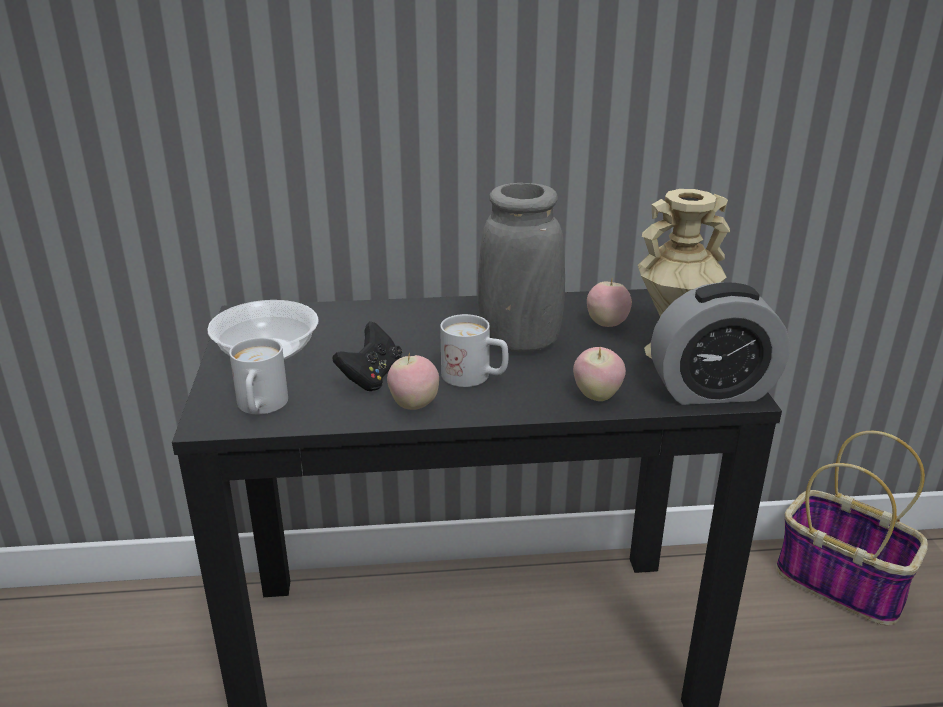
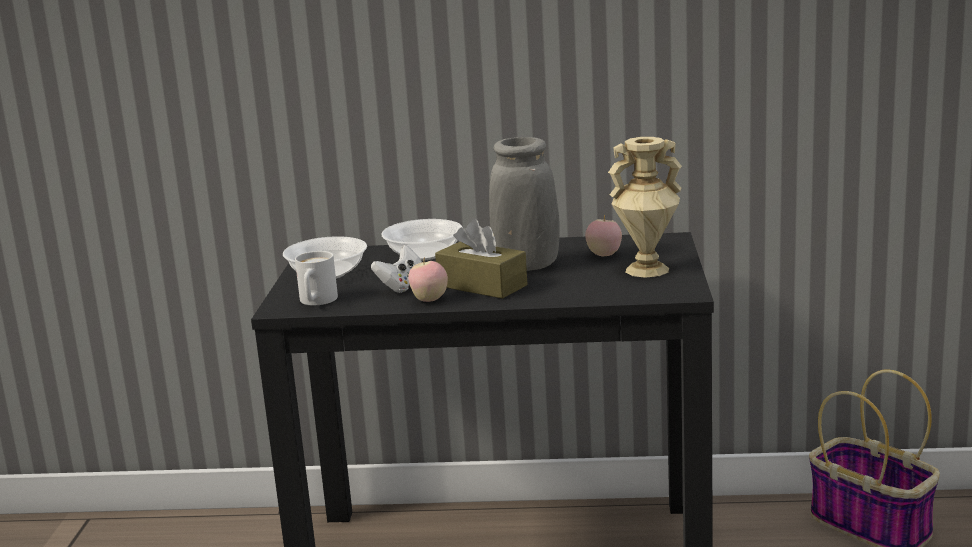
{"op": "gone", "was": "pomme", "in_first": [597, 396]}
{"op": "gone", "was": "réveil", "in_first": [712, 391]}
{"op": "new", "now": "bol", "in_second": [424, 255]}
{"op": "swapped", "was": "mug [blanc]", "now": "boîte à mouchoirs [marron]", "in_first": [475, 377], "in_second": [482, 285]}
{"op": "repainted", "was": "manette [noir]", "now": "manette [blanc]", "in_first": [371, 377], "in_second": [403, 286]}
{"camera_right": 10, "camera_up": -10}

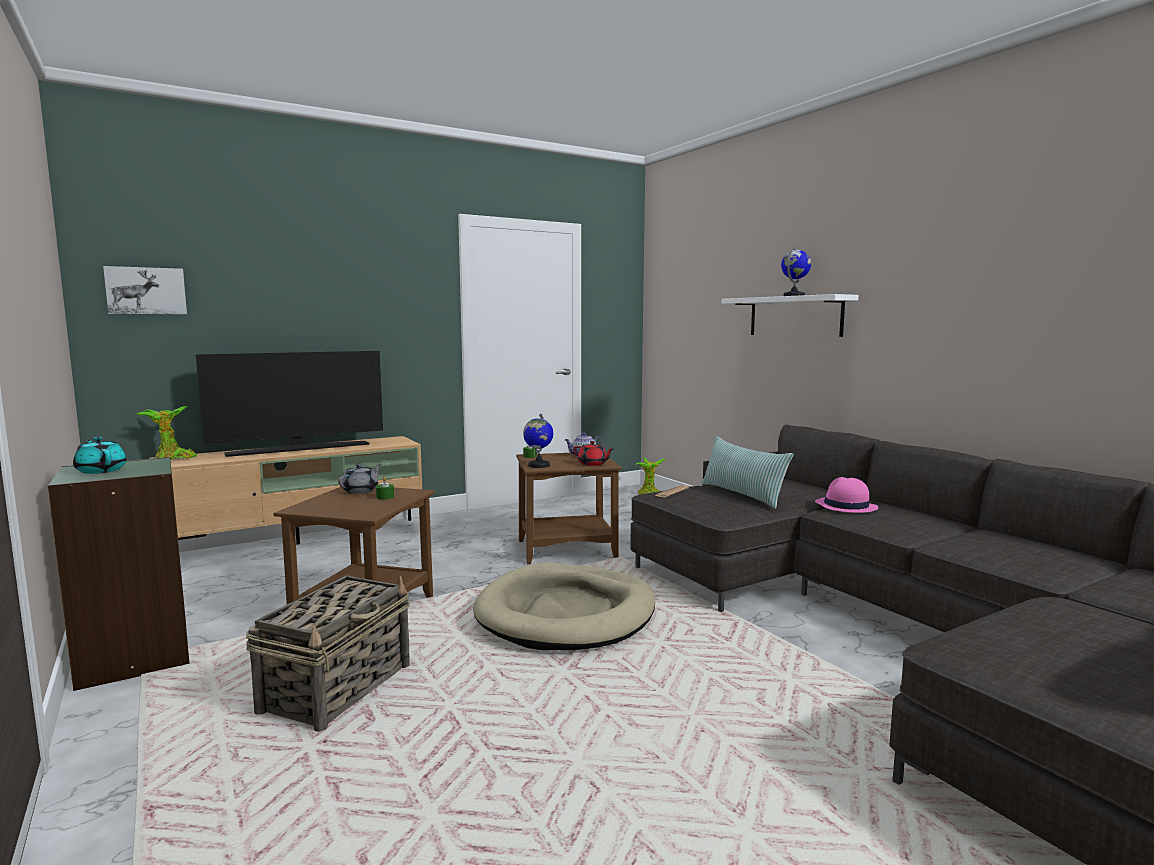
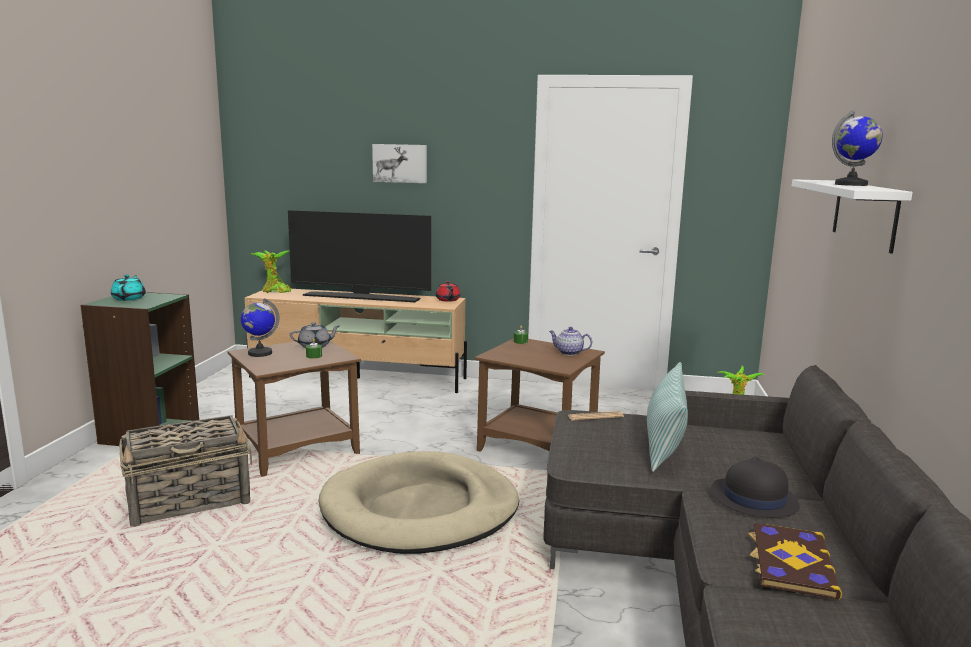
{"op": "new", "now": "livre", "in_second": [790, 562]}
{"op": "shifted", "was": "tableau", "in_first": [146, 291], "in_second": [400, 163]}
{"op": "shifted", "was": "globe", "in_first": [538, 465], "in_second": [259, 353]}
{"op": "shifted", "was": "théière [rouge]", "in_first": [593, 464], "in_second": [447, 300]}
{"op": "repainted", "was": "chapeau [rose]", "now": "chapeau [noir]", "in_first": [845, 506], "in_second": [753, 499]}
{"camera_right": 40, "camera_up": 5}

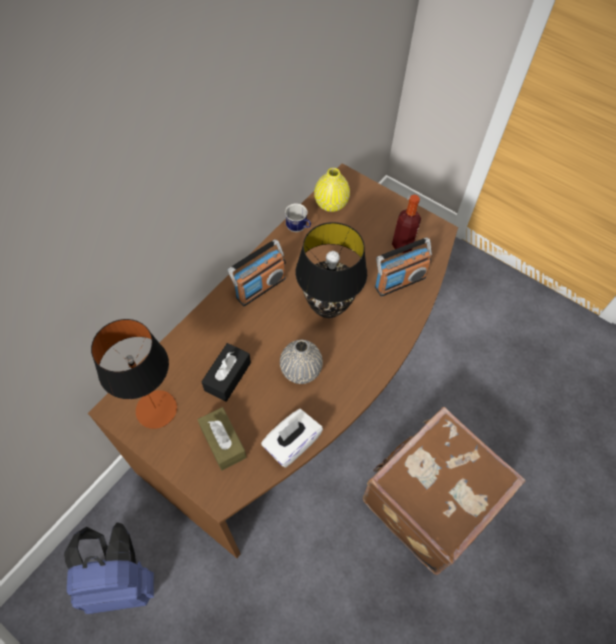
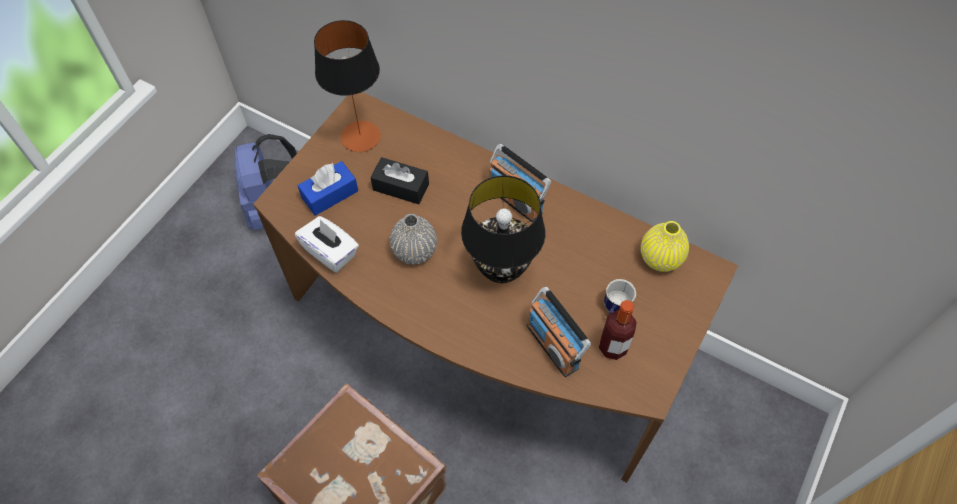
{"op": "shifted", "was": "mug", "in_first": [298, 228], "in_second": [614, 309]}
{"op": "repainted", "was": "boîte à mouchoirs [marron]", "now": "boîte à mouchoirs [bleu]", "in_first": [223, 442], "in_second": [330, 194]}
{"camera_right": 85, "camera_up": 0}

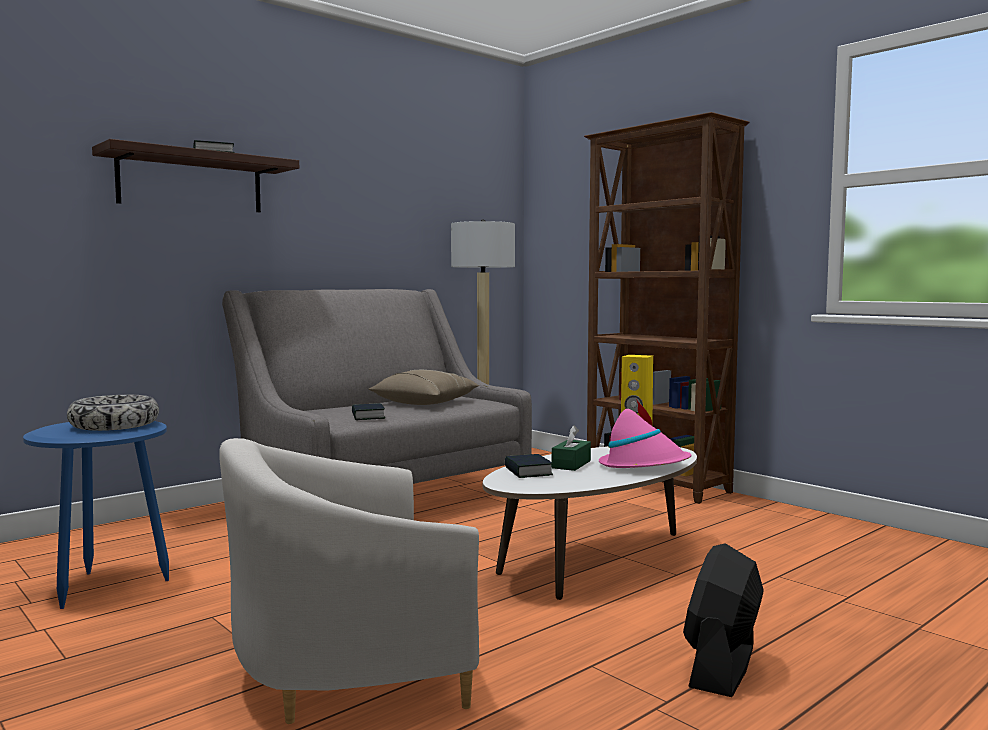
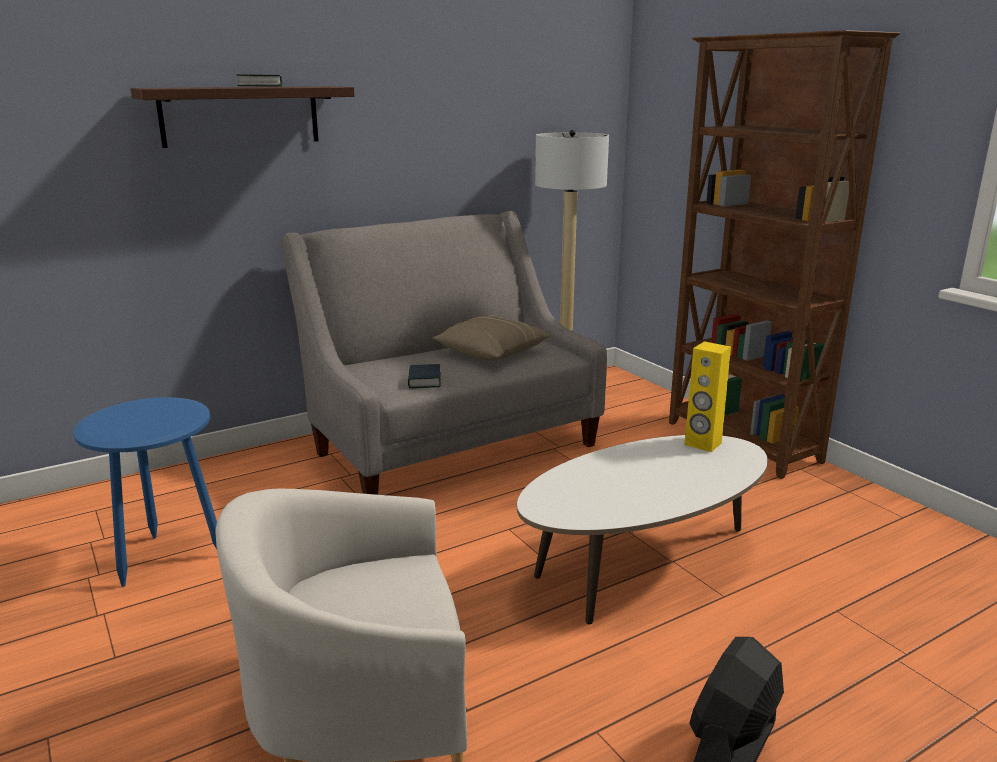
{"op": "gone", "was": "bol", "in_first": [114, 425]}
{"op": "gone", "was": "livre", "in_first": [528, 472]}
{"op": "gone", "was": "boîte à mouchoirs [vert]", "in_first": [571, 464]}
{"op": "gone", "was": "chapeau [rose]", "in_first": [643, 466]}
{"camera_right": 10, "camera_up": 15}

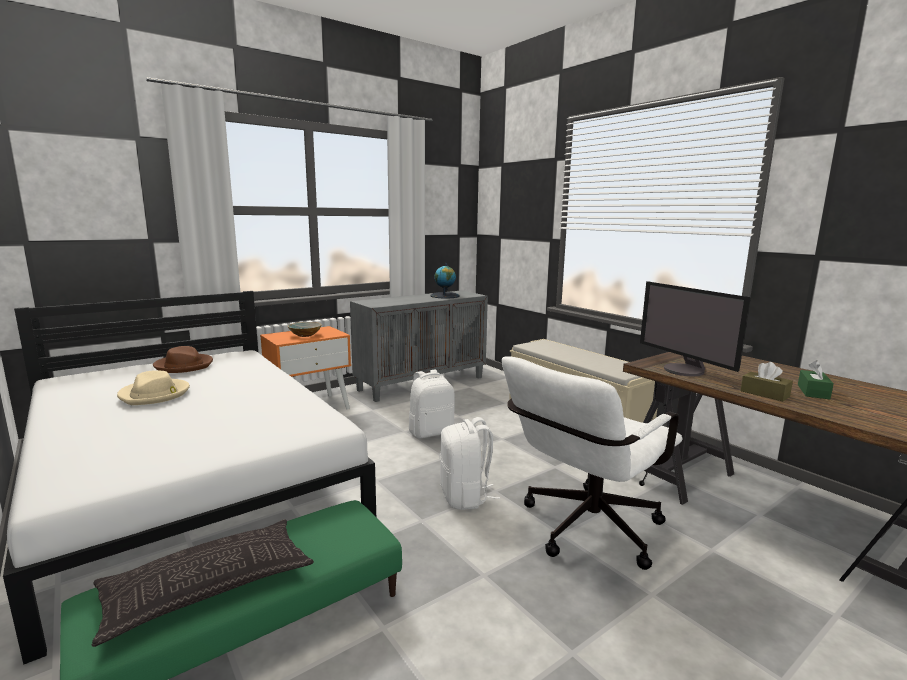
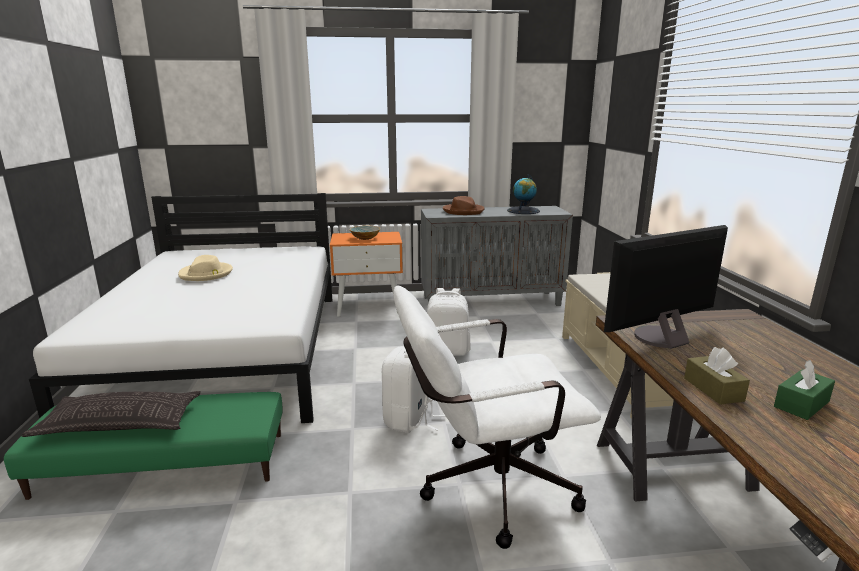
{"op": "shifted", "was": "chapeau [marron]", "in_first": [184, 365], "in_second": [463, 211]}
{"op": "rotated", "was": "écran d'ordinateur", "in_first": [685, 370], "in_second": [660, 338], "clockwise": 60}
{"camera_right": 30, "camera_up": 5}

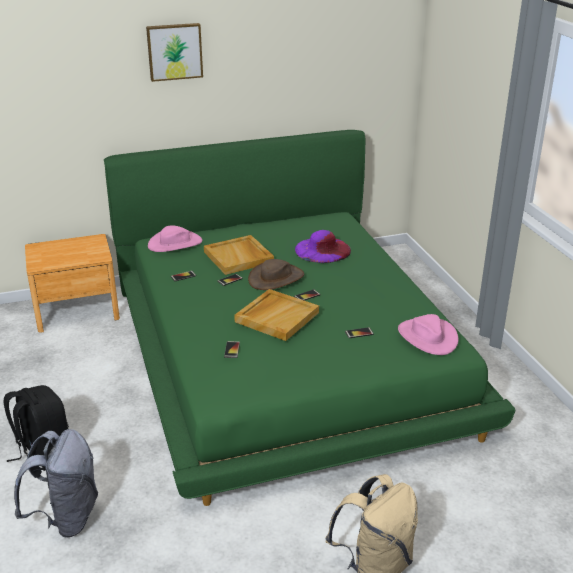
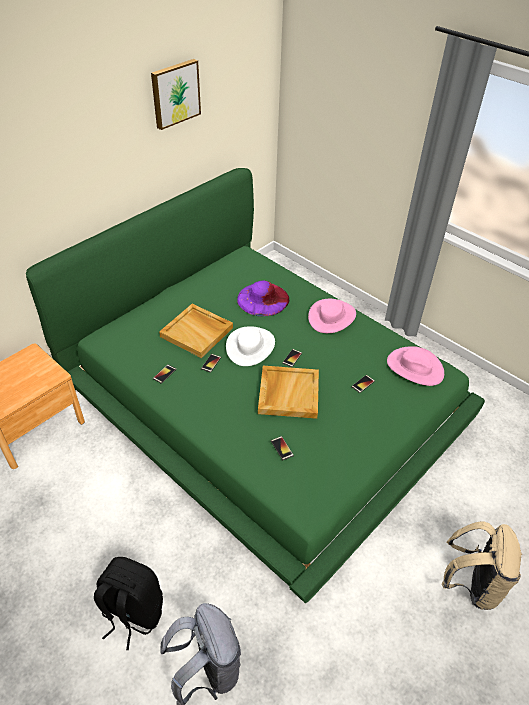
{"op": "shifted", "was": "tableau", "in_first": [174, 51], "in_second": [175, 93]}
{"op": "shifted", "was": "chapeau [rose]", "in_first": [175, 243], "in_second": [332, 317]}
{"op": "repainted", "was": "chapeau [marron]", "now": "chapeau [blanc]", "in_first": [276, 278], "in_second": [250, 346]}
{"camera_right": -30, "camera_up": 15}

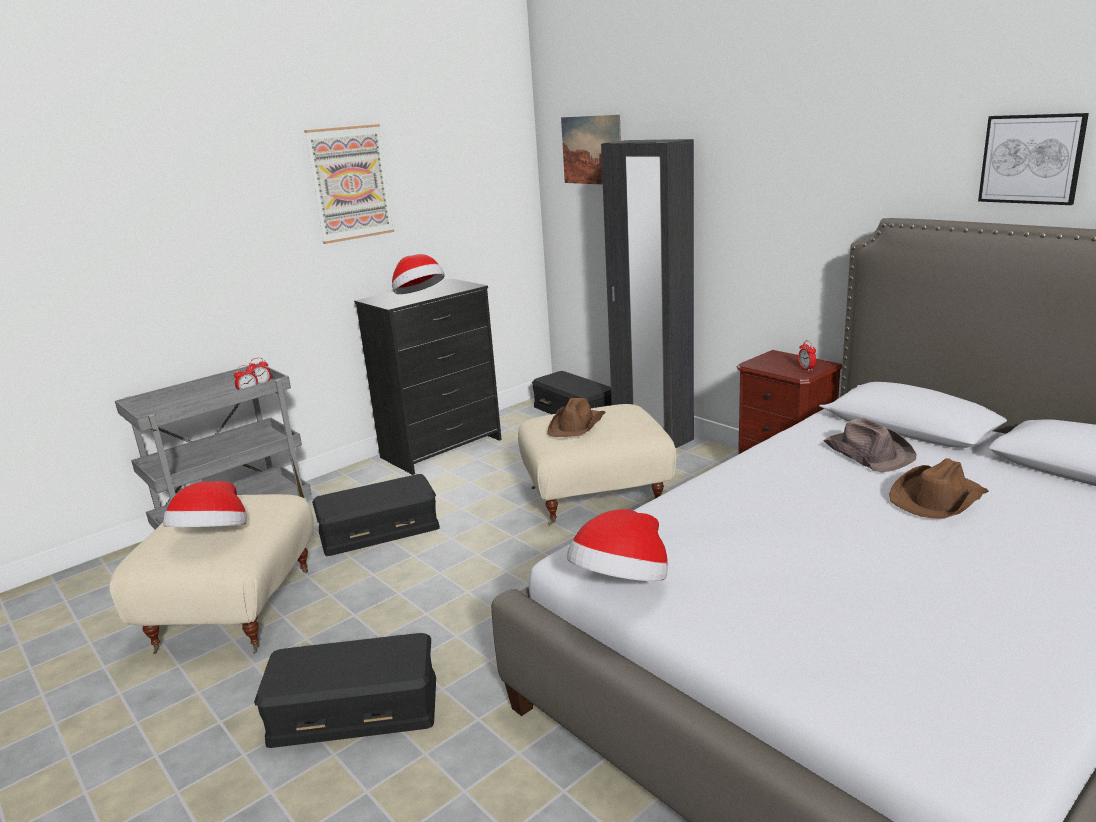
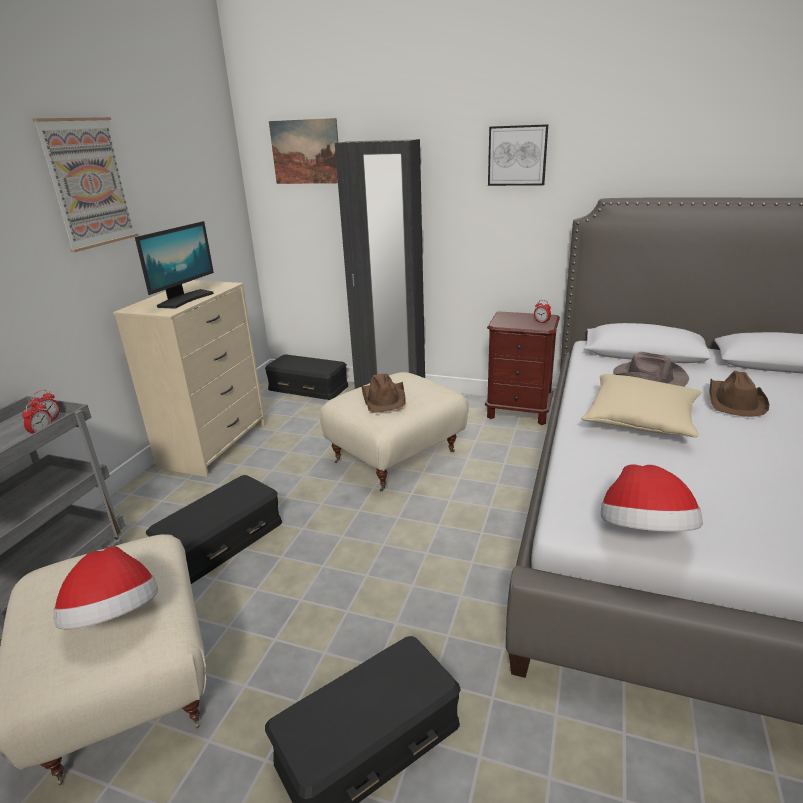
{"op": "new", "now": "coussin [beige]", "in_second": [640, 420]}
{"op": "shifted", "was": "tableau", "in_first": [1031, 159], "in_second": [517, 155]}
{"op": "swapped", "was": "chapeau", "now": "écran d'ordinateur", "in_first": [419, 296], "in_second": [185, 299]}
{"op": "repainted", "was": "commode [noir]", "now": "commode [beige]", "in_first": [442, 449], "in_second": [215, 445]}
{"camera_right": -30, "camera_up": 5}

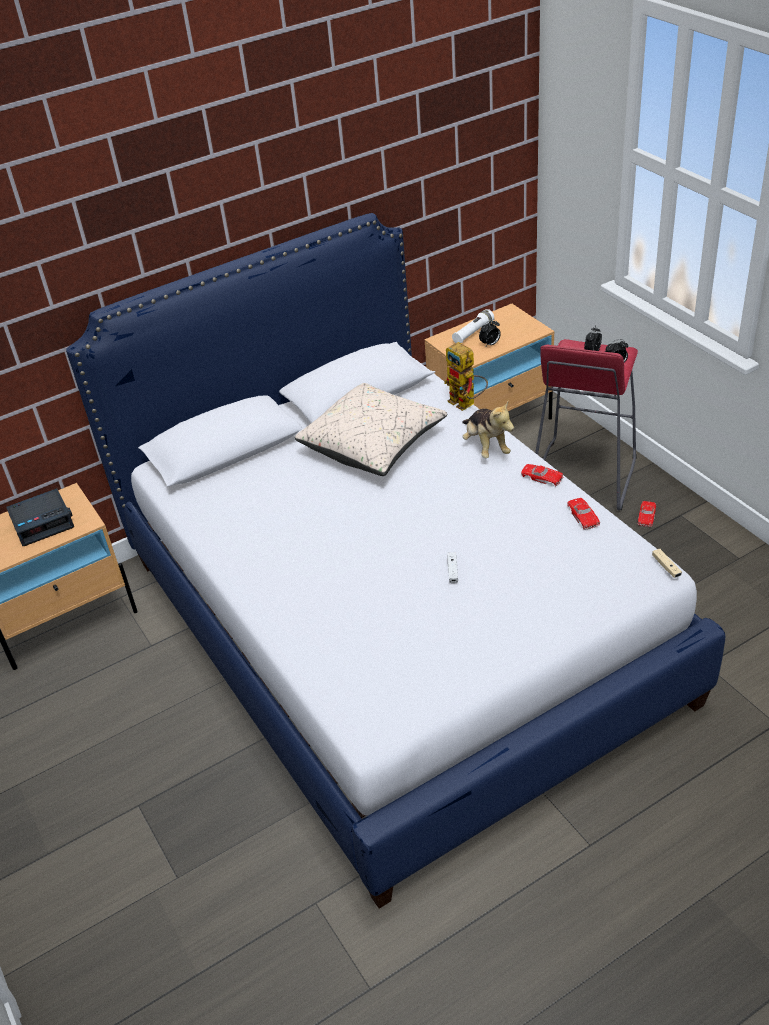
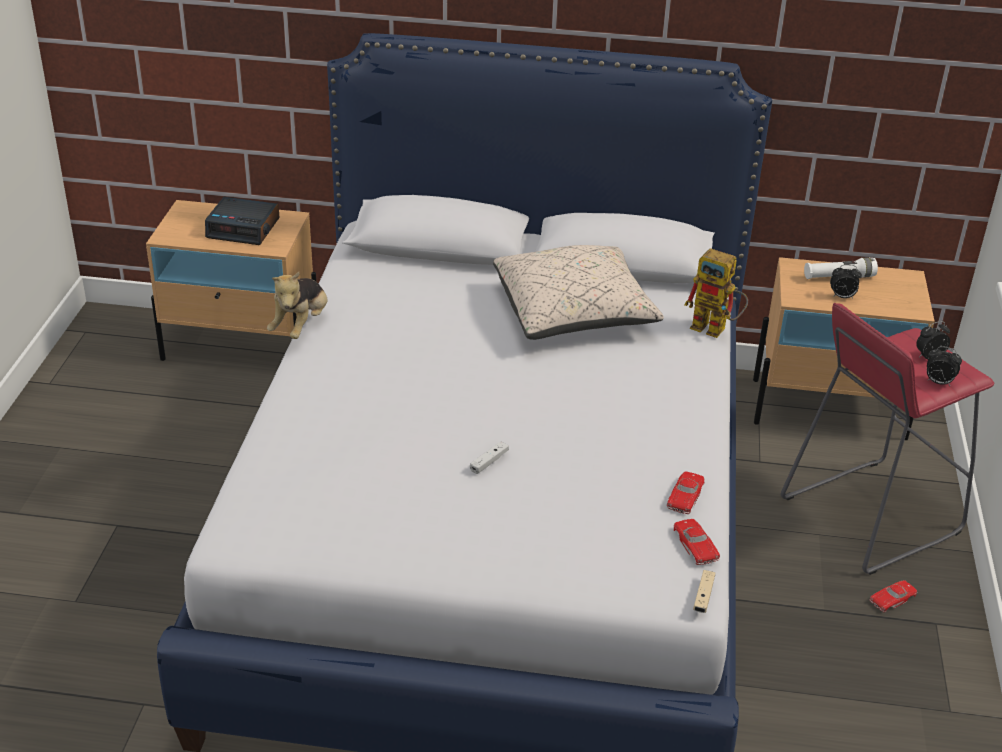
{"op": "shifted", "was": "peluche", "in_first": [486, 446], "in_second": [301, 325]}
{"op": "shifted", "was": "petite voiture [rouge]", "in_first": [542, 477], "in_second": [695, 545]}
{"op": "rotated", "was": "robot jouet", "in_first": [467, 404], "in_second": [716, 329], "clockwise": -60}
{"camera_right": 35, "camera_up": -5}

